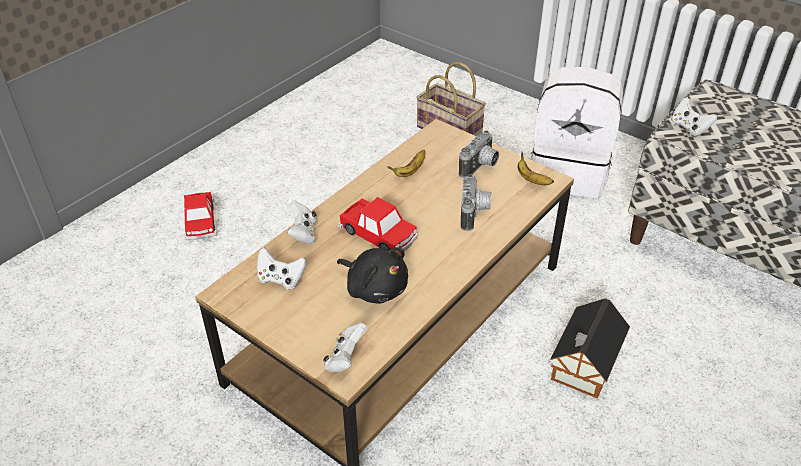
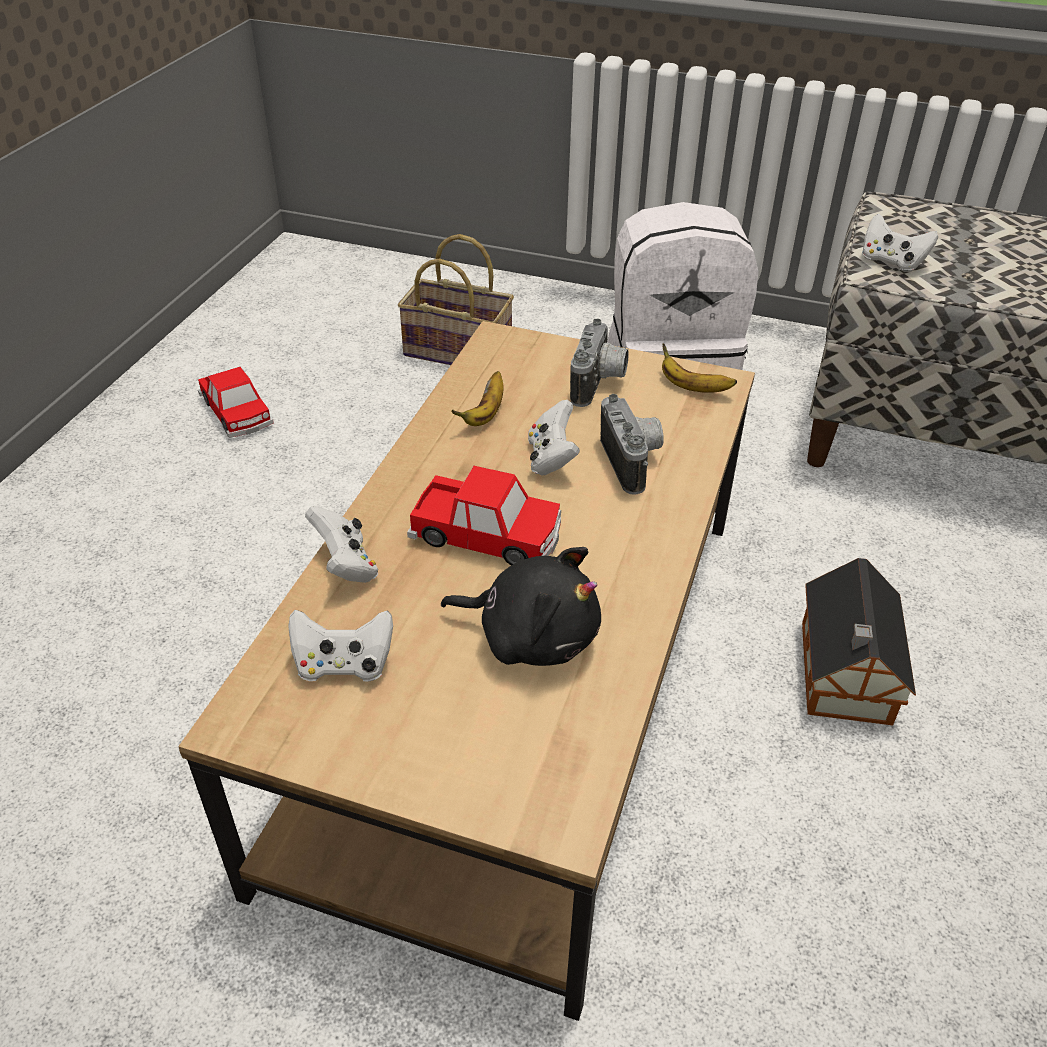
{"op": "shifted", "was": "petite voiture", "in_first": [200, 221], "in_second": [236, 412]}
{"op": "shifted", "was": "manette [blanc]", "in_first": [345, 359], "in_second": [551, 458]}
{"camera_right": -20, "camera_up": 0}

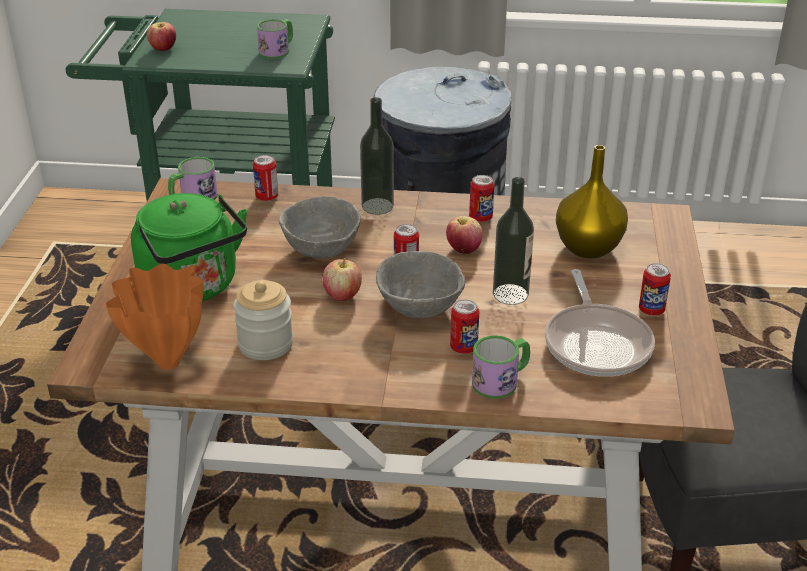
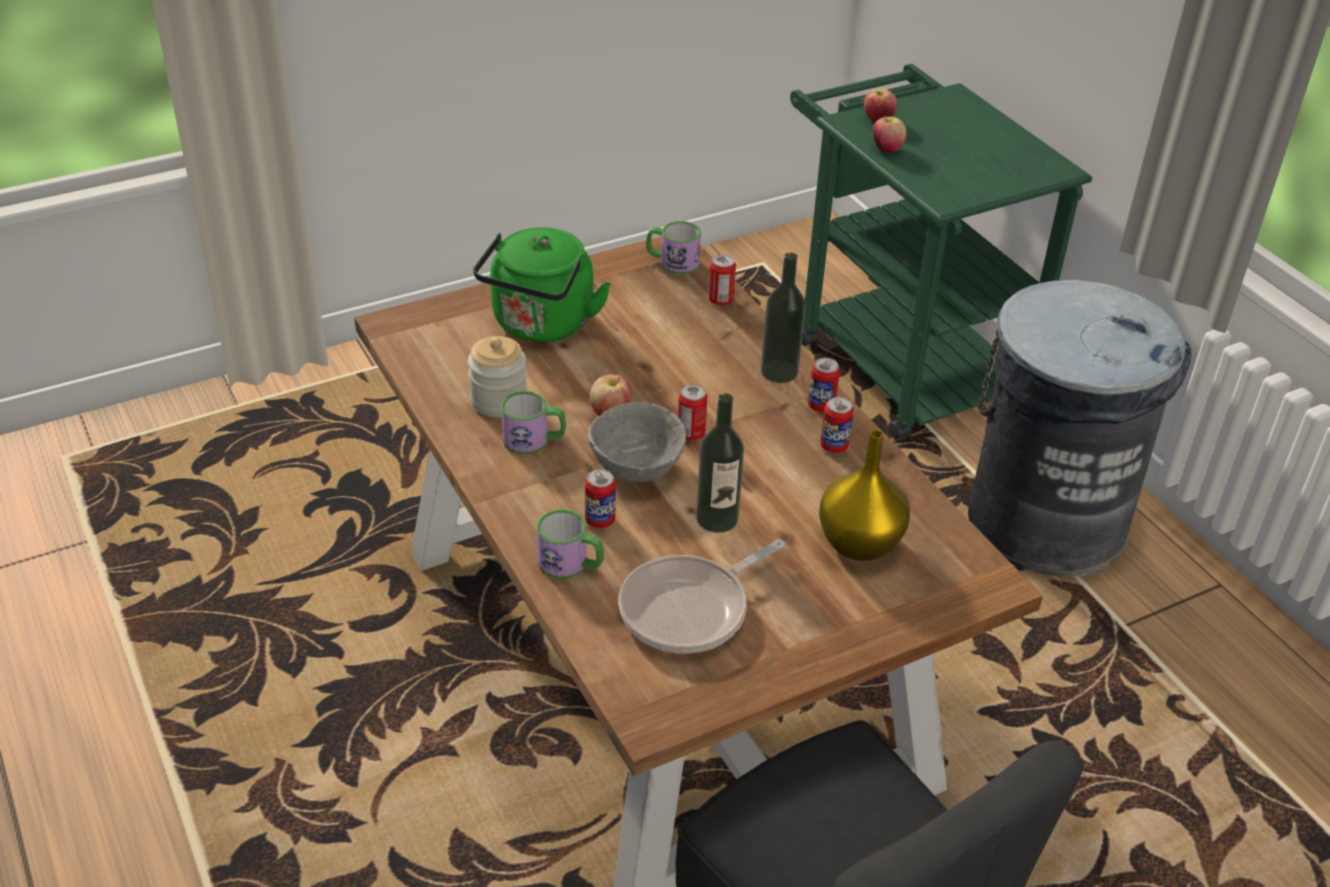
{"op": "gone", "was": "vase [orange]", "in_first": [168, 361]}
{"op": "gone", "was": "bol [gris]", "in_first": [322, 249]}
{"op": "shifted", "was": "mug", "in_first": [277, 50], "in_second": [534, 440]}
{"op": "shifted", "was": "pomme", "in_first": [463, 249], "in_second": [887, 149]}
{"op": "shifted", "was": "boîte métallique", "in_first": [651, 310], "in_second": [821, 406]}
{"camera_right": 55, "camera_up": 5}

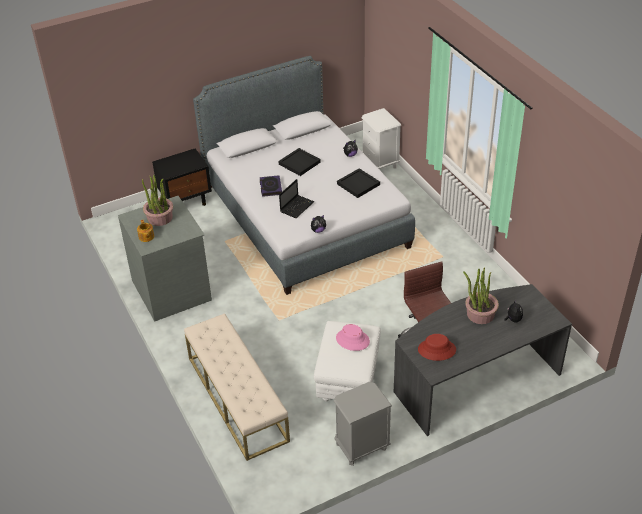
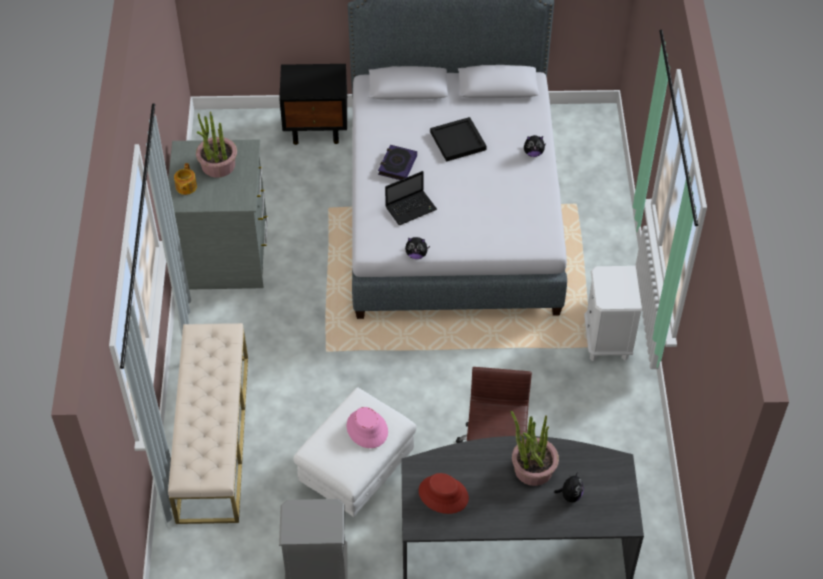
{"op": "gone", "was": "plateau [noir]", "in_first": [358, 184]}
{"op": "shifted", "was": "table de chevet [blanc]", "in_first": [380, 163], "in_second": [607, 340]}
{"camera_right": 25, "camera_up": 10}

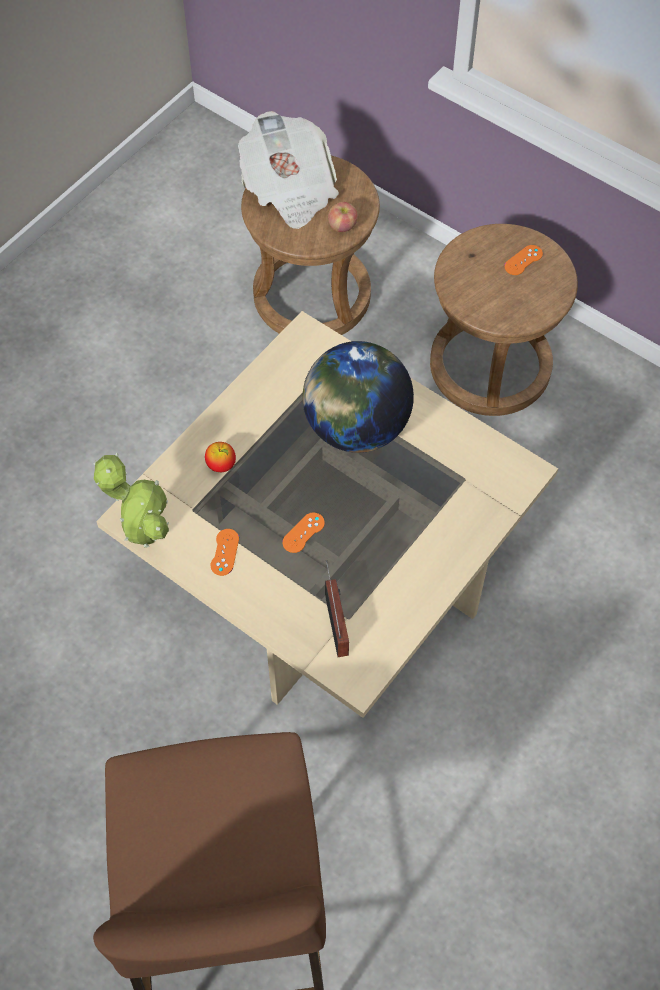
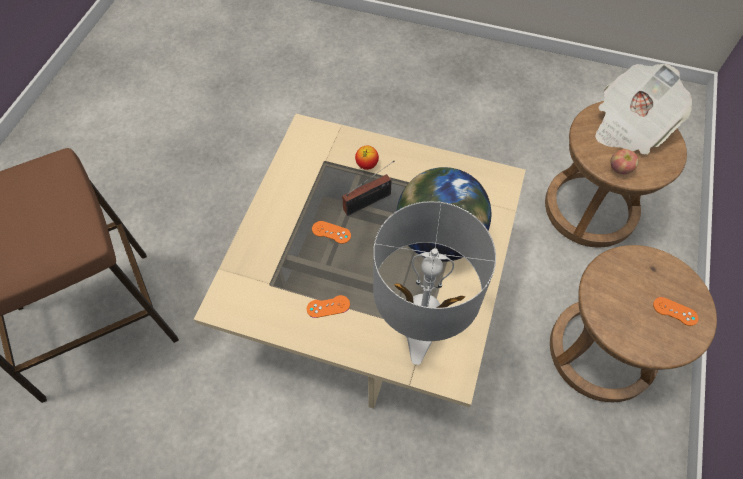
{"op": "gone", "was": "plante en pot", "in_first": [144, 535]}
{"op": "new", "now": "lampe de table [gris]", "in_second": [420, 328]}
{"op": "shifted", "was": "manette [orange]", "in_first": [224, 552], "in_second": [328, 306]}
{"op": "shifted", "was": "radio", "in_first": [336, 621], "in_second": [370, 201]}
{"camera_right": 70, "camera_up": 0}

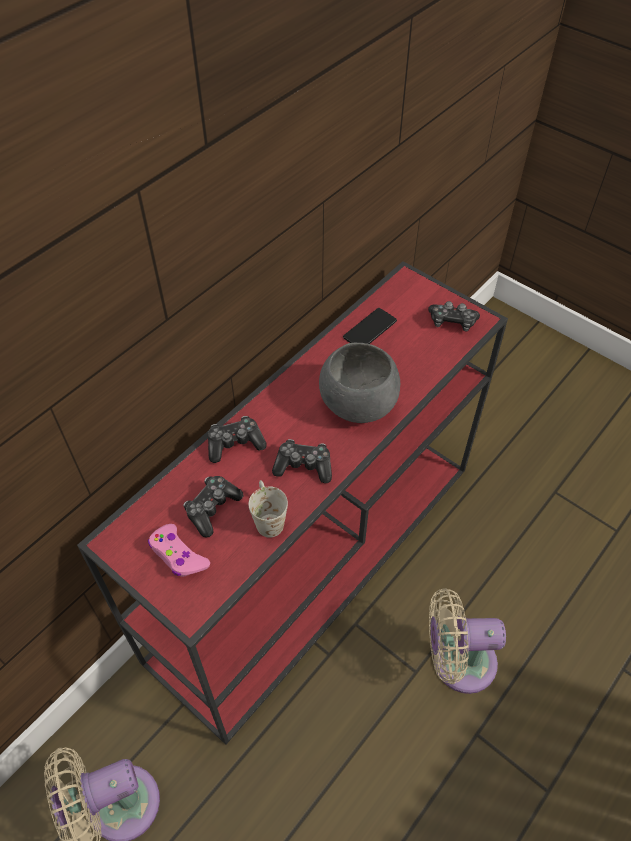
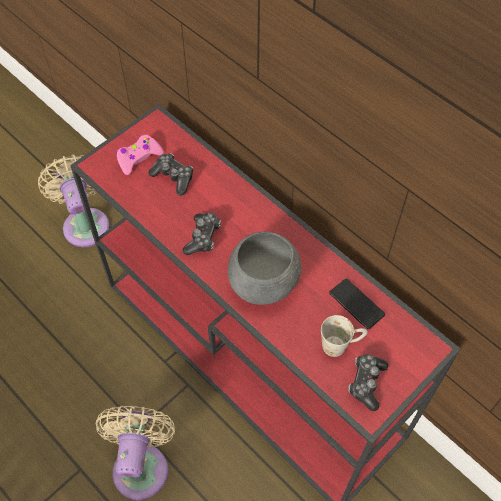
{"op": "gone", "was": "manette", "in_first": [235, 444]}
{"op": "shifted", "was": "mug [blanc]", "in_first": [267, 517], "in_second": [341, 344]}
{"camera_right": 95, "camera_up": 5}

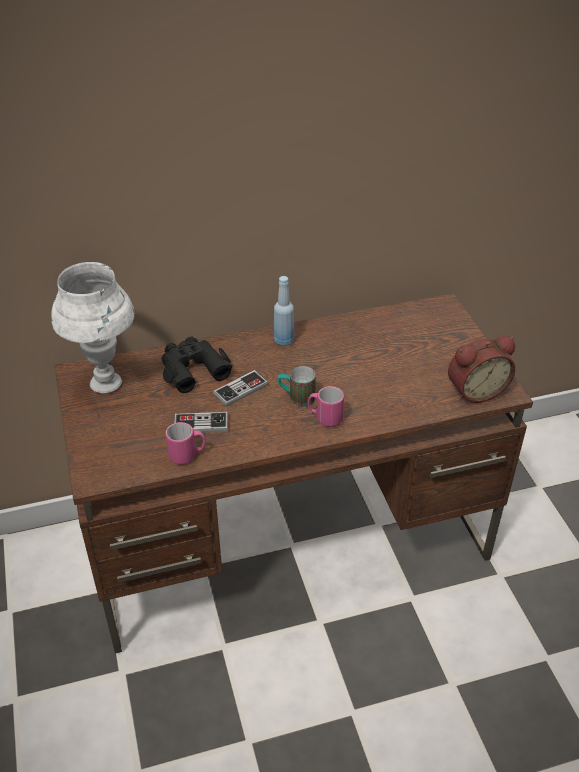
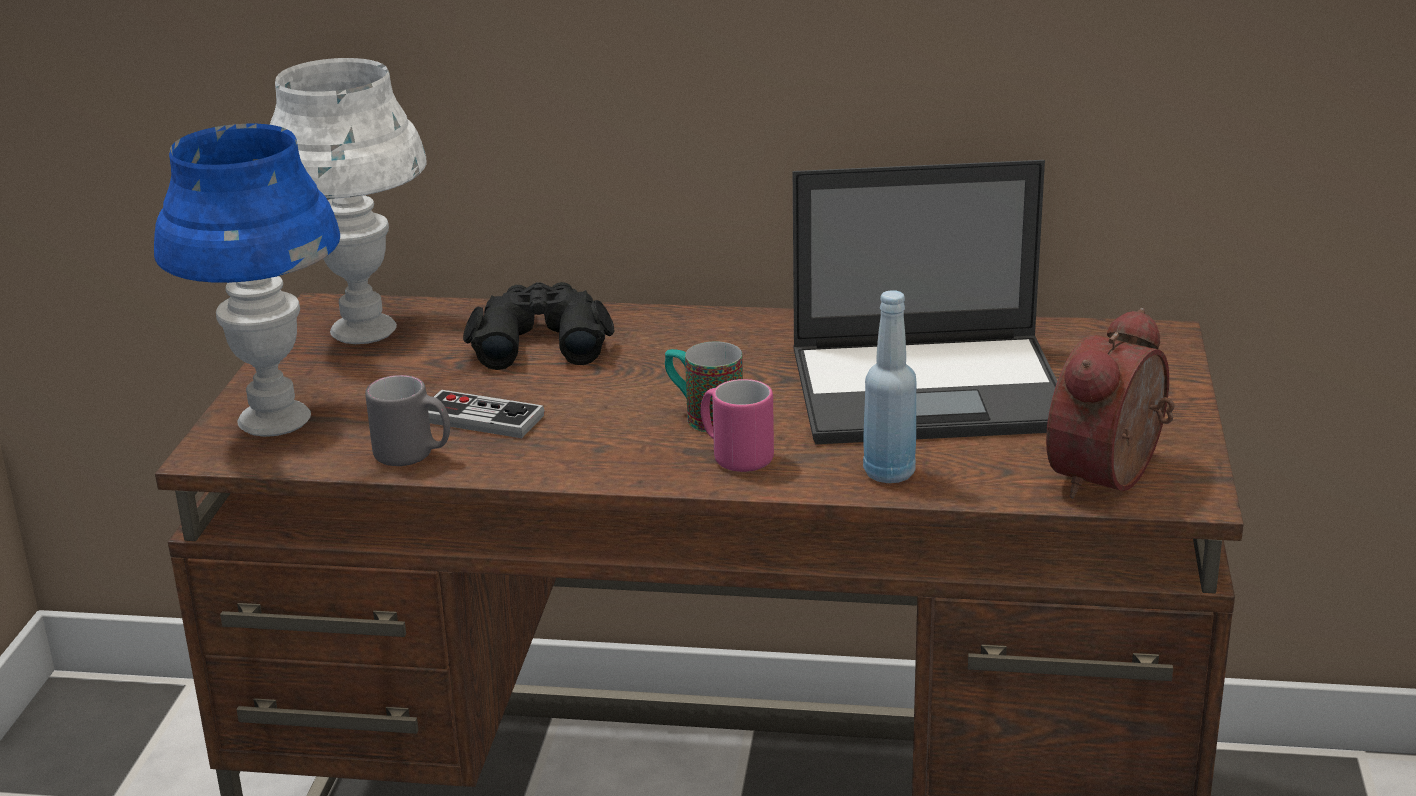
{"op": "gone", "was": "manette", "in_first": [240, 389]}
{"op": "new", "now": "lampe de table [bleu]", "in_second": [274, 421]}
{"op": "new", "now": "ordinateur portable", "in_second": [932, 390]}
{"op": "shifted", "was": "bouteille [bleu]", "in_first": [284, 340], "in_second": [889, 473]}
{"op": "repainted", "was": "mug [rose]", "now": "mug [gris]", "in_first": [187, 455], "in_second": [414, 456]}
{"op": "rotated", "was": "réveil", "in_first": [475, 390], "in_second": [1112, 478], "clockwise": 120}
{"camera_right": 25, "camera_up": -15}

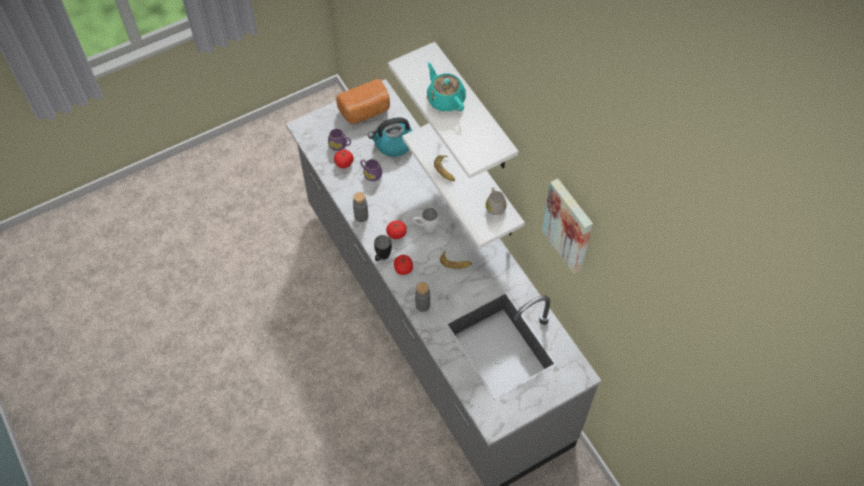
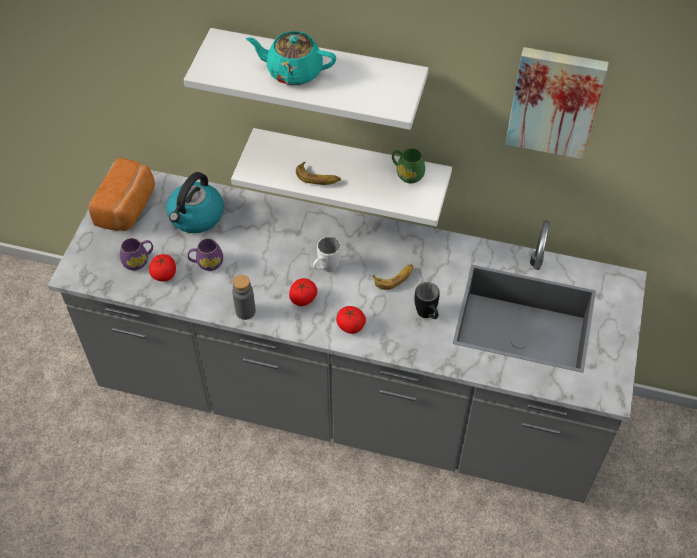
{"op": "gone", "was": "bouteille [gris]", "in_first": [422, 305]}
{"op": "shifted", "was": "mug [noir]", "in_first": [381, 258], "in_second": [427, 316]}
{"op": "repainted", "was": "mug [blanc]", "now": "mug [vert]", "in_first": [495, 206], "in_second": [407, 173]}
{"camera_right": -45, "camera_up": -5}

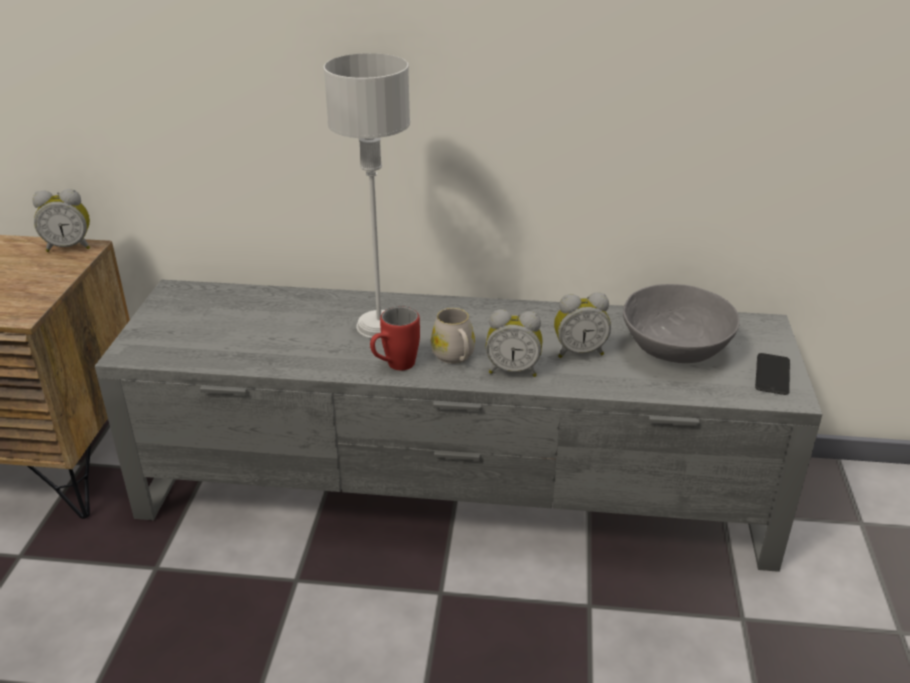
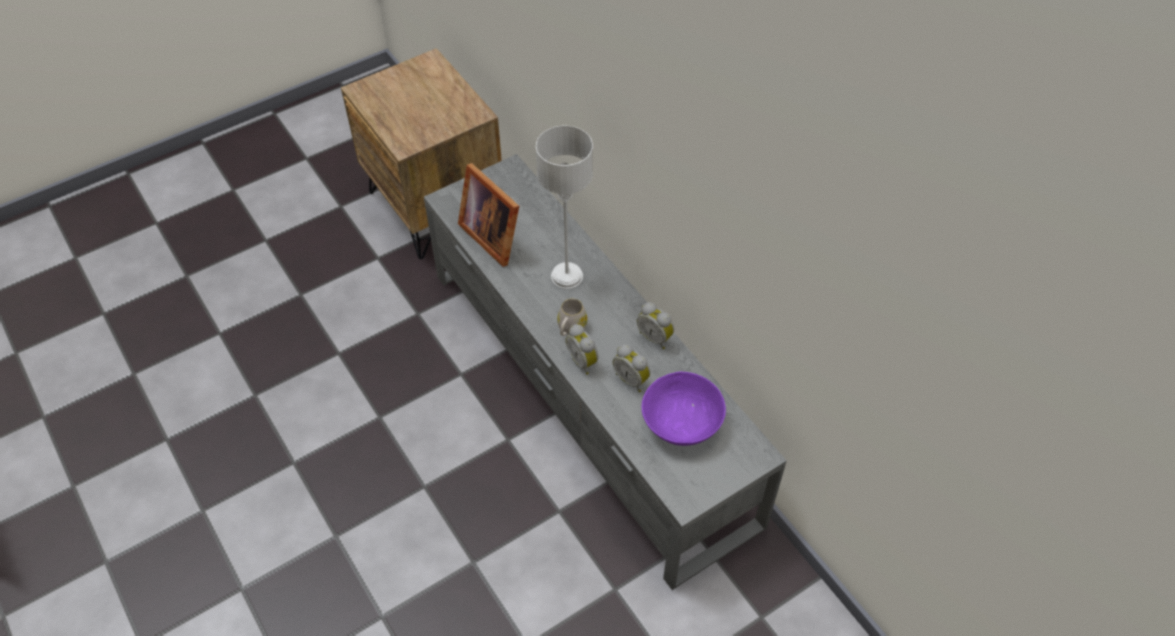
{"op": "gone", "was": "mug [rouge]", "in_first": [394, 367]}
{"op": "gone", "was": "téléphone", "in_first": [772, 375]}
{"op": "new", "now": "cadre photo", "in_second": [493, 234]}
{"op": "shifted", "was": "réveil", "in_first": [69, 247], "in_second": [655, 337]}
{"op": "repainted", "was": "bol [gris]", "now": "bol [violet]", "in_first": [676, 349], "in_second": [681, 423]}
{"camera_right": 50, "camera_up": 20}

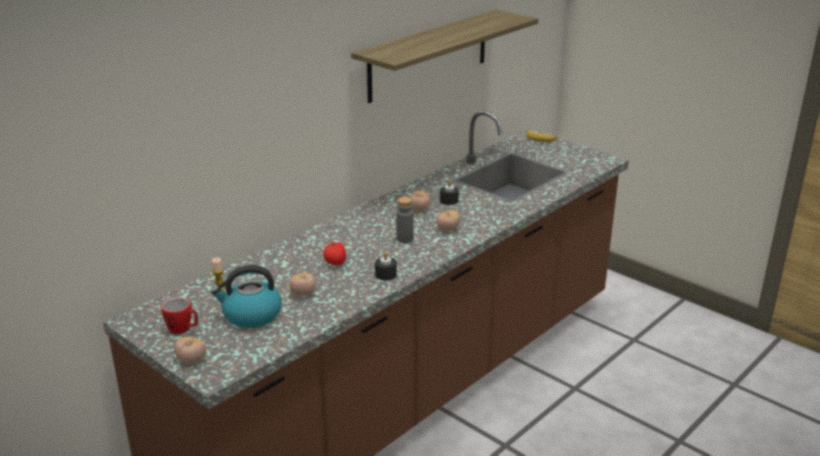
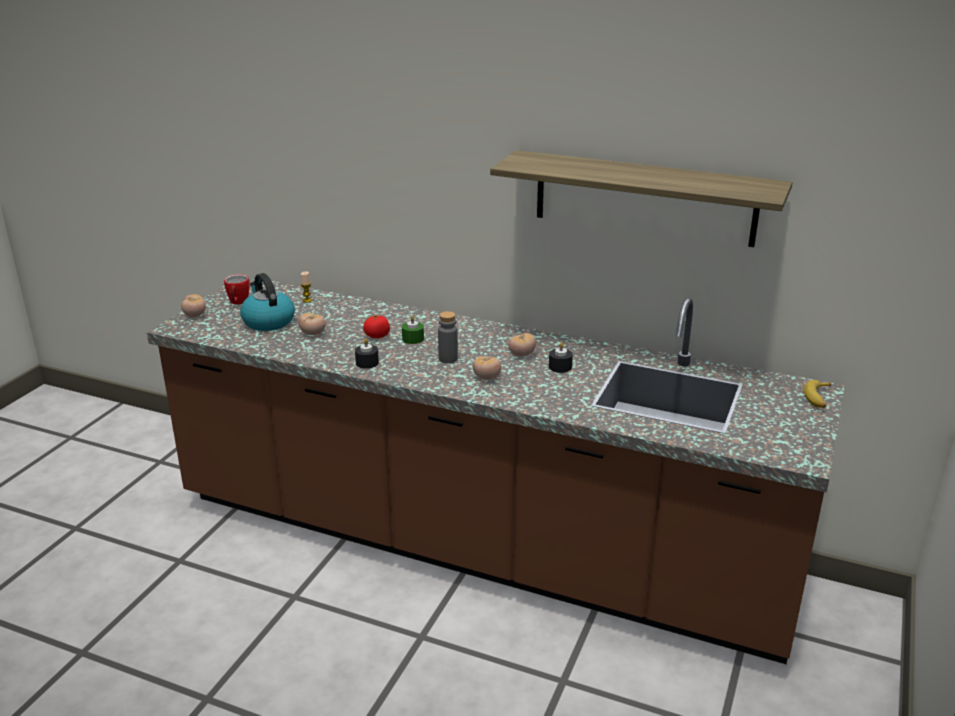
{"op": "new", "now": "bougie [vert]", "in_second": [413, 339]}
{"camera_right": 70, "camera_up": 0}

